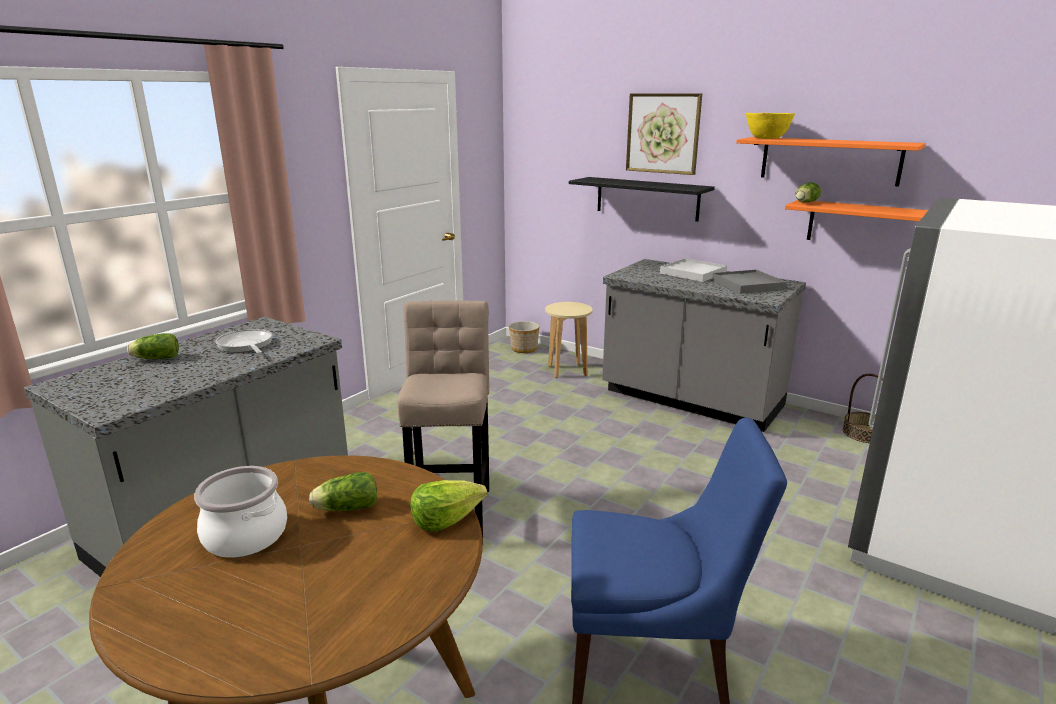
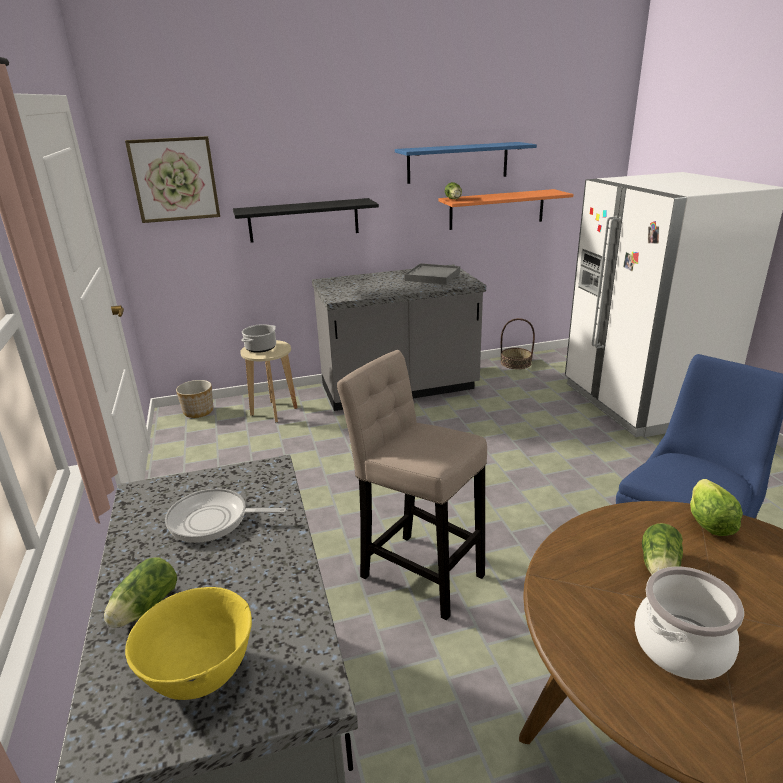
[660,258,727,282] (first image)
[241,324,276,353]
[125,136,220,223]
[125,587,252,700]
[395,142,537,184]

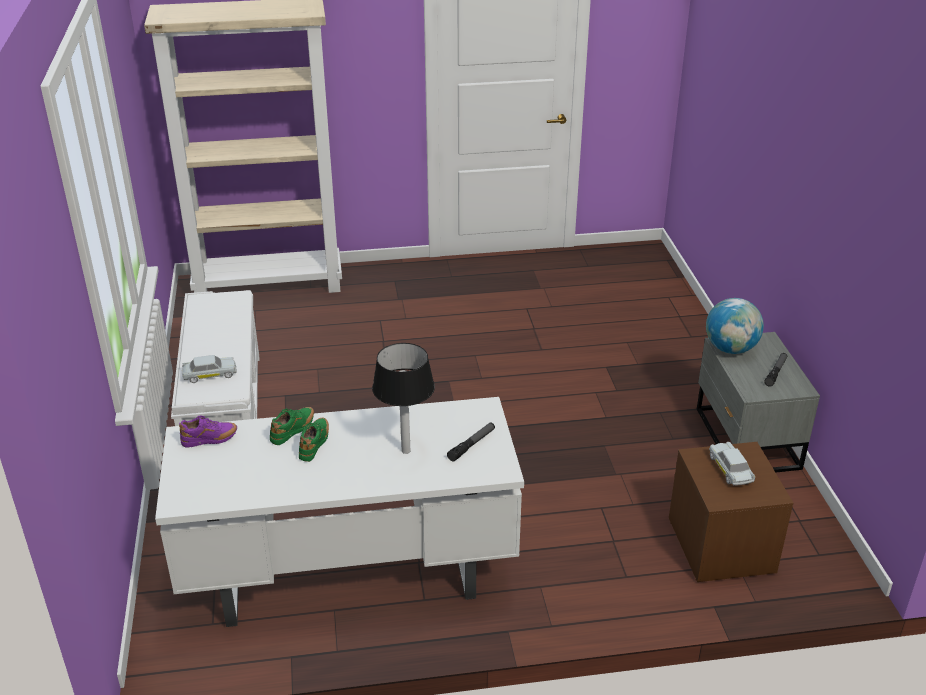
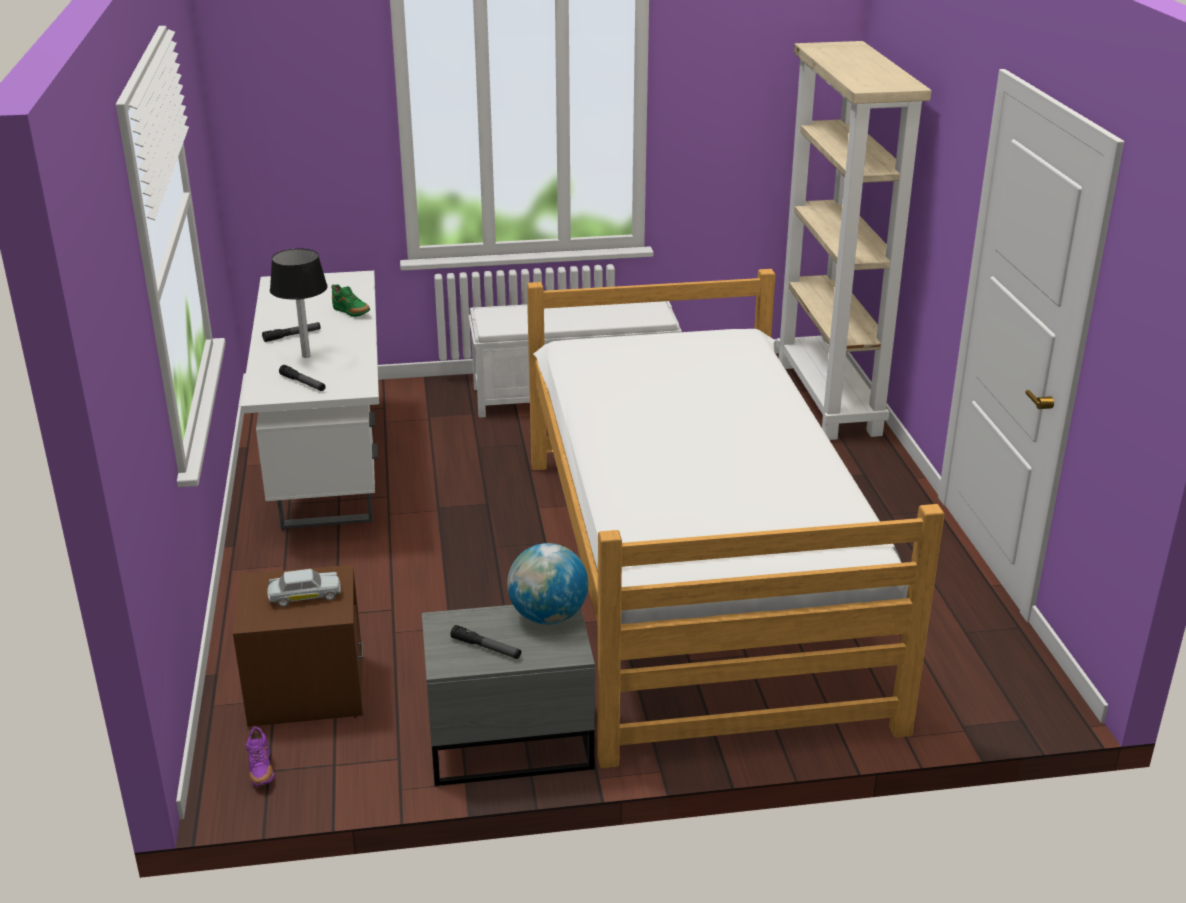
[182,355,237,383] (first image)
[299,417,329,462] (first image)
[262,322,321,342]
[527,269,945,768]
[245,726,274,786]

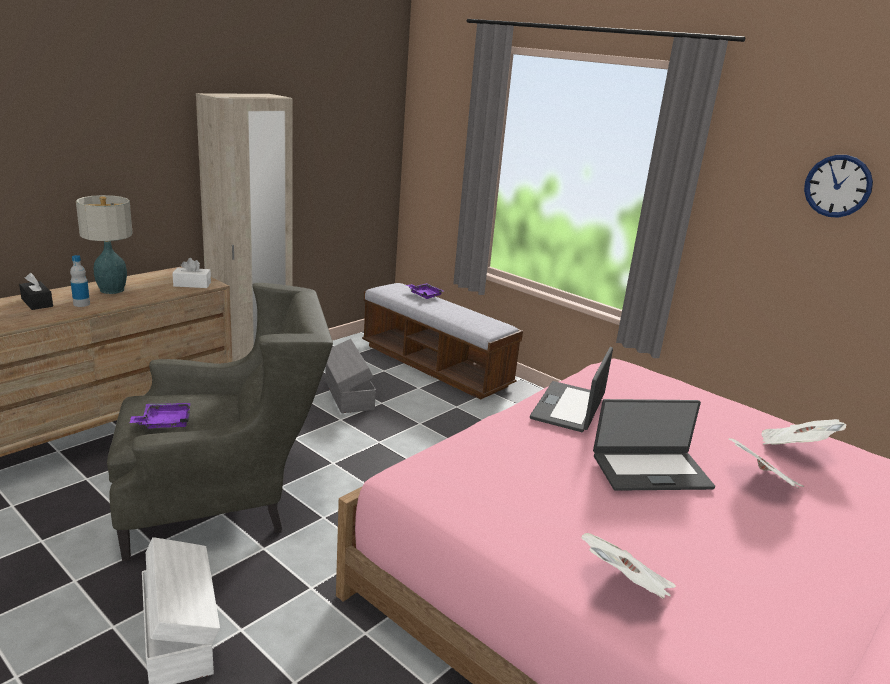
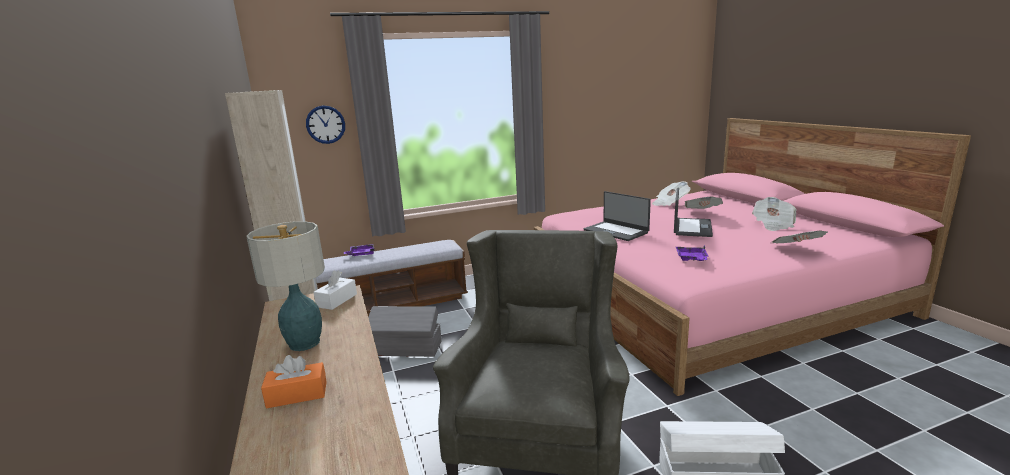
[70,255,90,307] (first image)
[752,197,797,231]
[676,245,709,261]
[306,106,345,144]
[261,355,327,409]

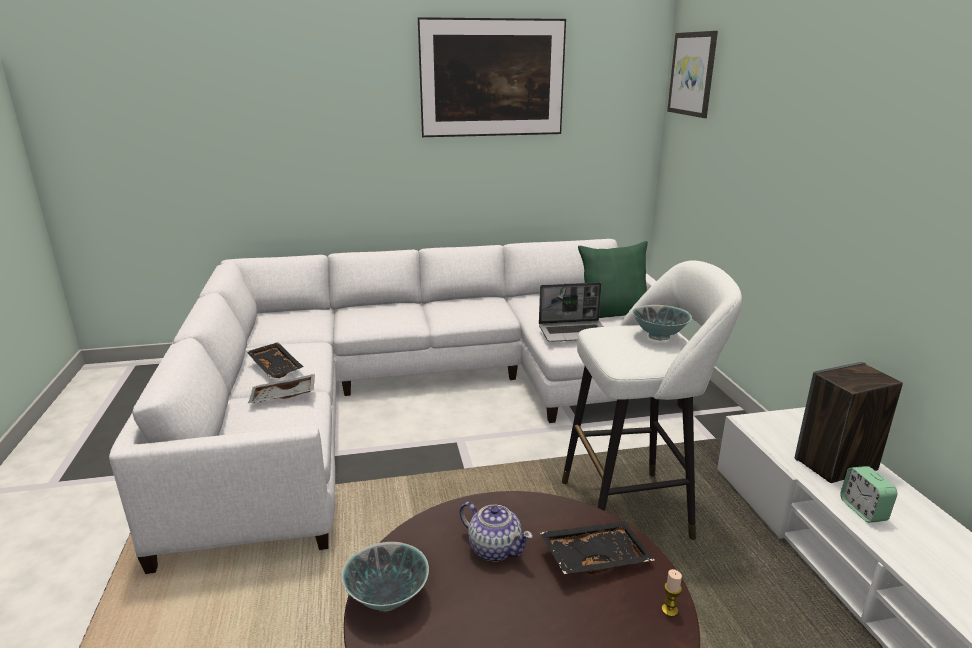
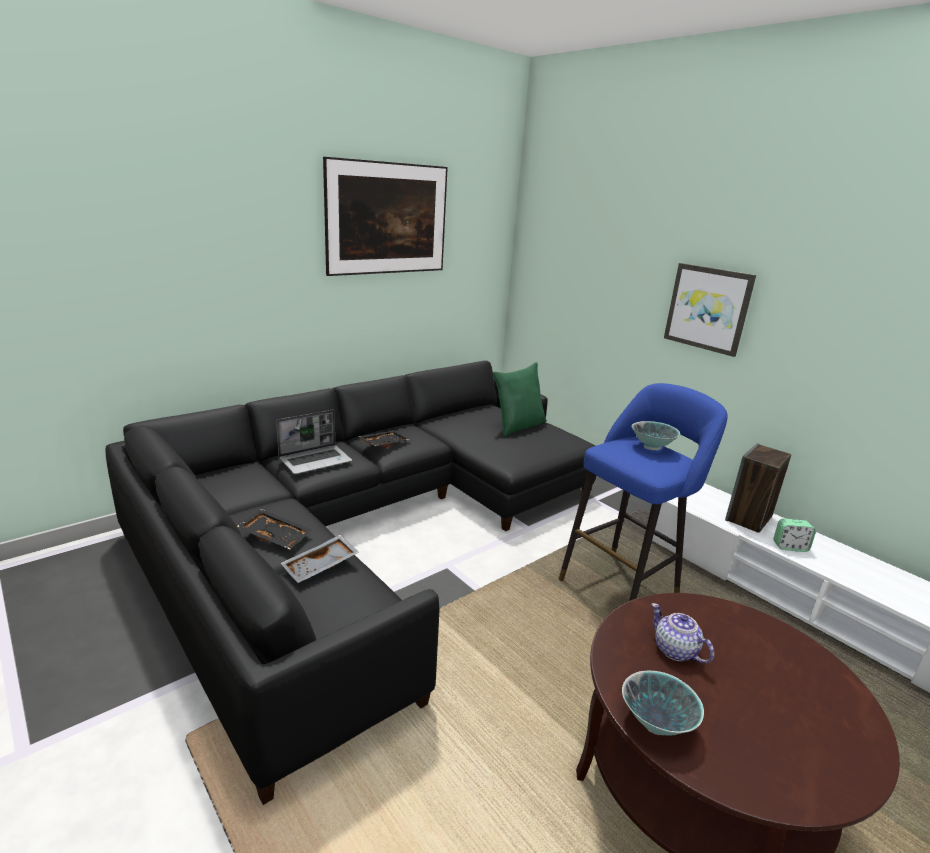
[662,569,682,617] (first image)
[276,410,352,474]
[358,430,409,448]
[664,263,756,357]
[105,360,596,805]
[558,383,727,601]
[651,603,714,664]
[773,518,816,552]

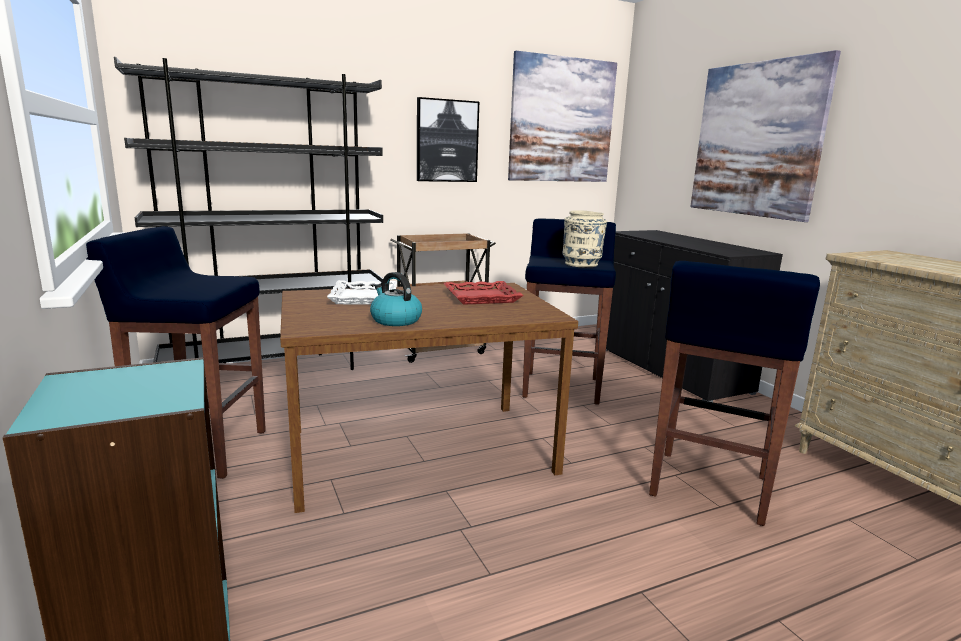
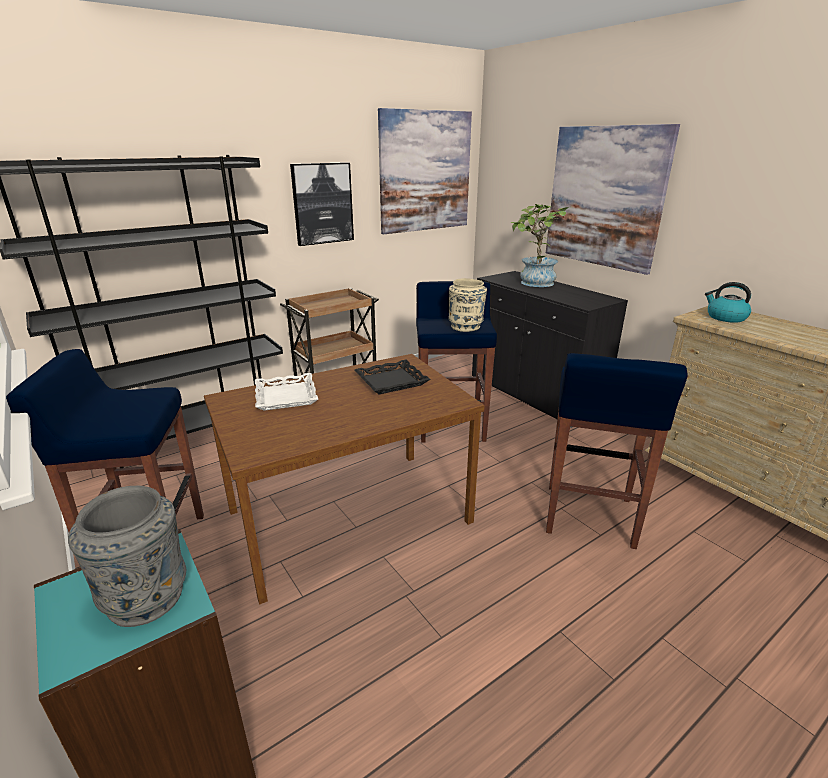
[68,486,186,627]
[511,204,569,287]
[705,282,751,323]
[354,360,431,394]

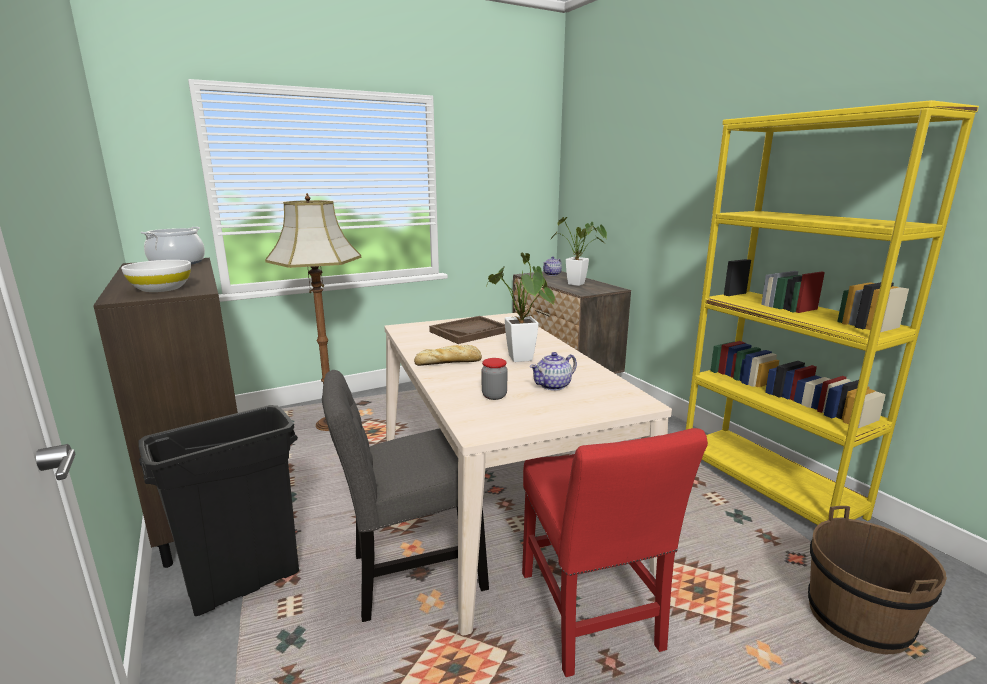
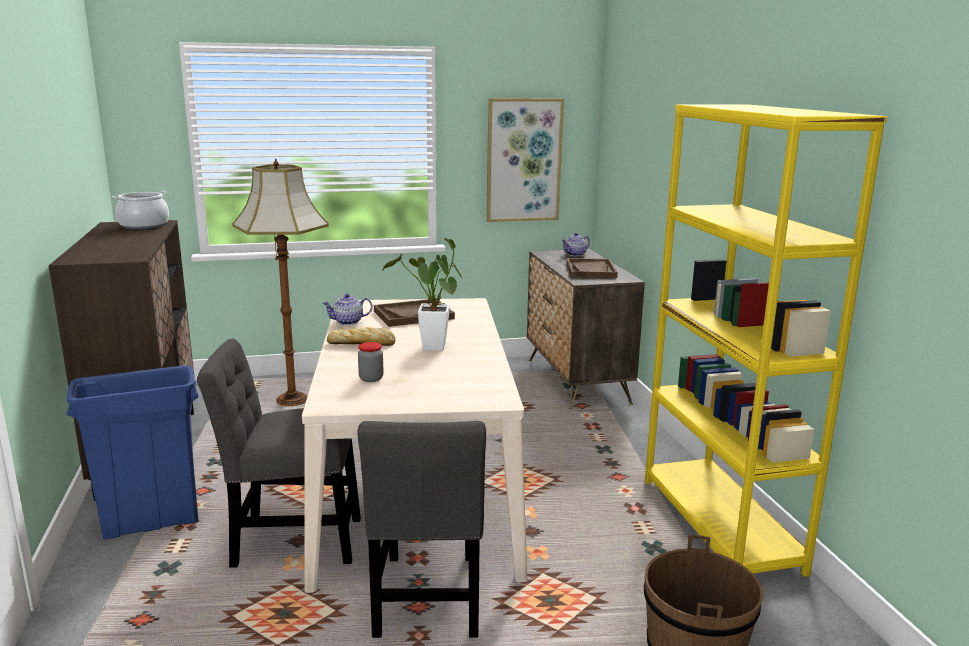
[121,260,191,292] (first image)
[486,98,564,222]
[322,294,373,325]
[566,258,618,278]
[66,365,199,540]
[358,421,486,638]

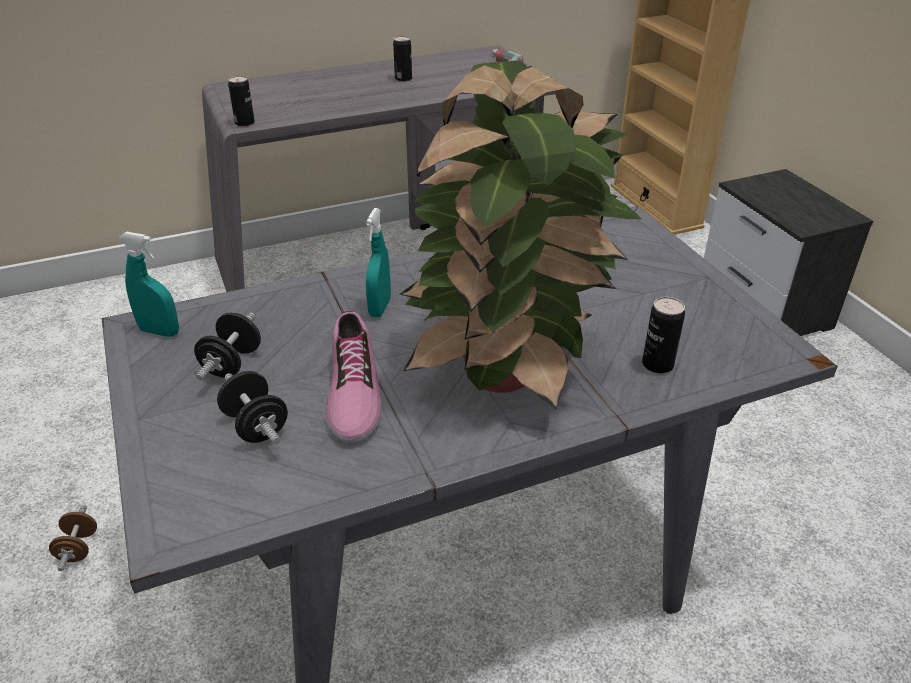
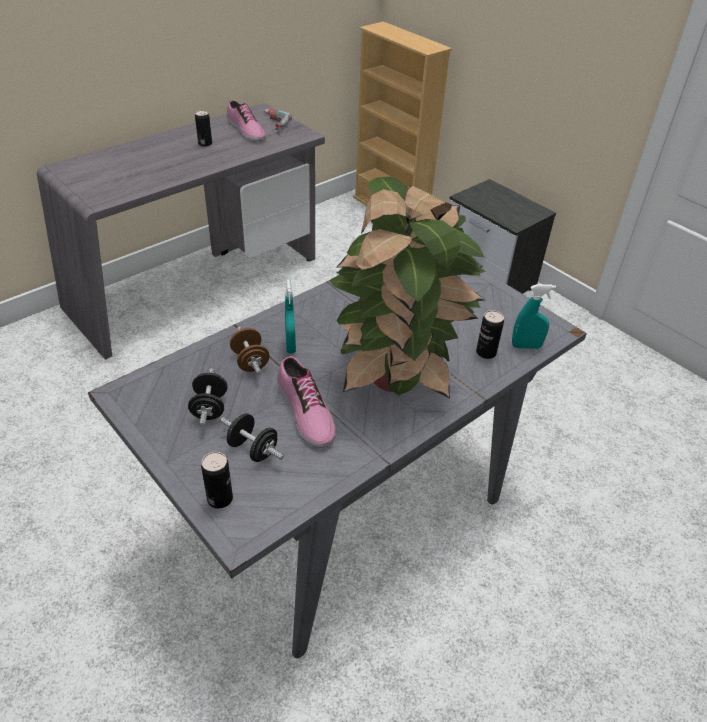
[227,100,266,141]
[230,327,269,375]
[512,284,556,349]
[201,452,233,509]

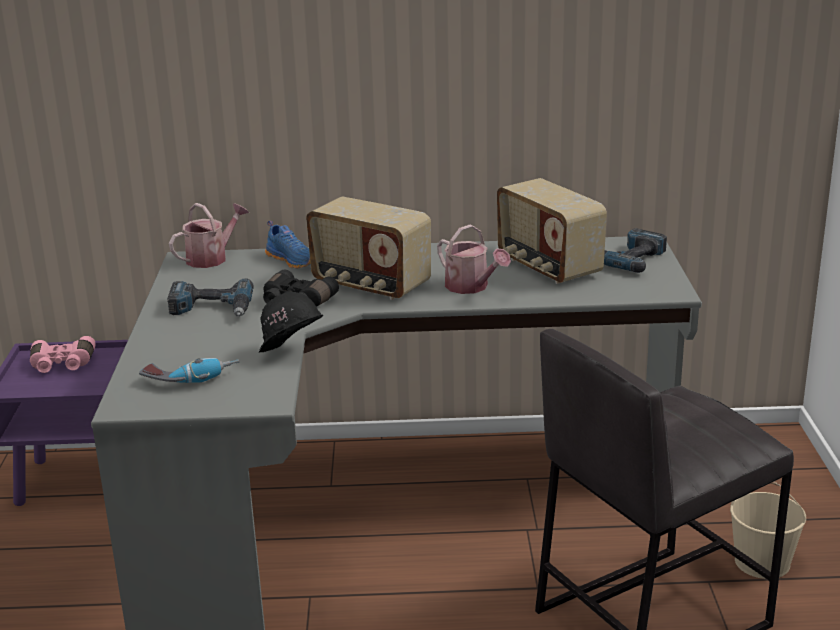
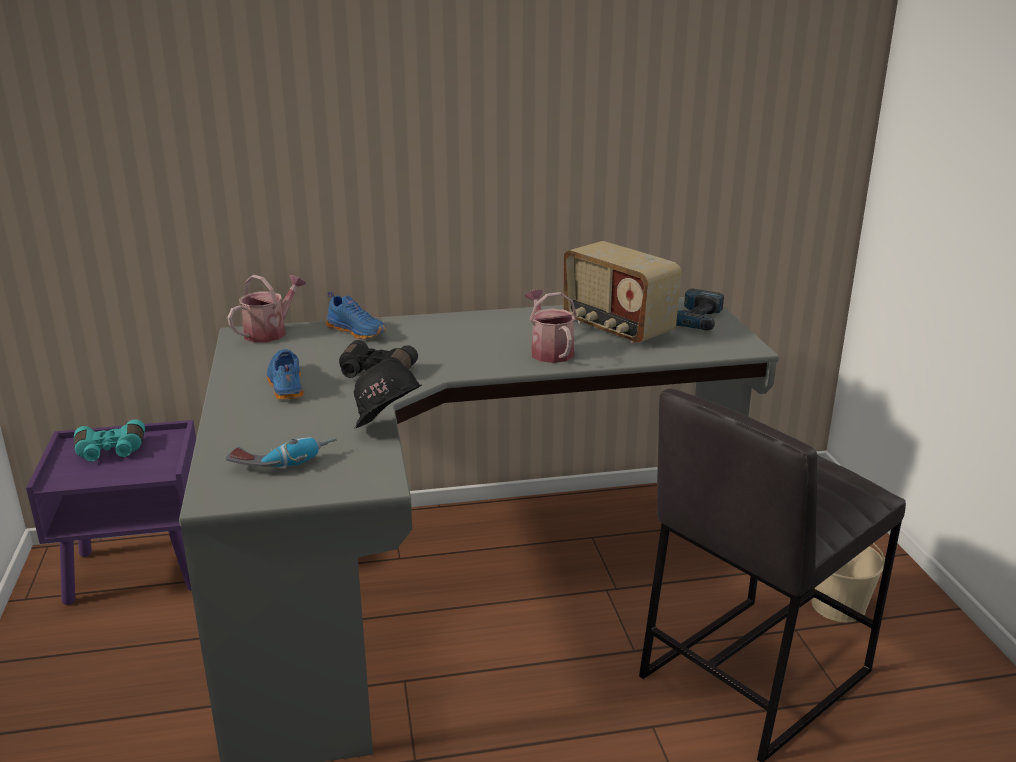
[306,196,431,300] (first image)
[267,349,304,400]
[74,419,145,461]
[525,289,577,363]

